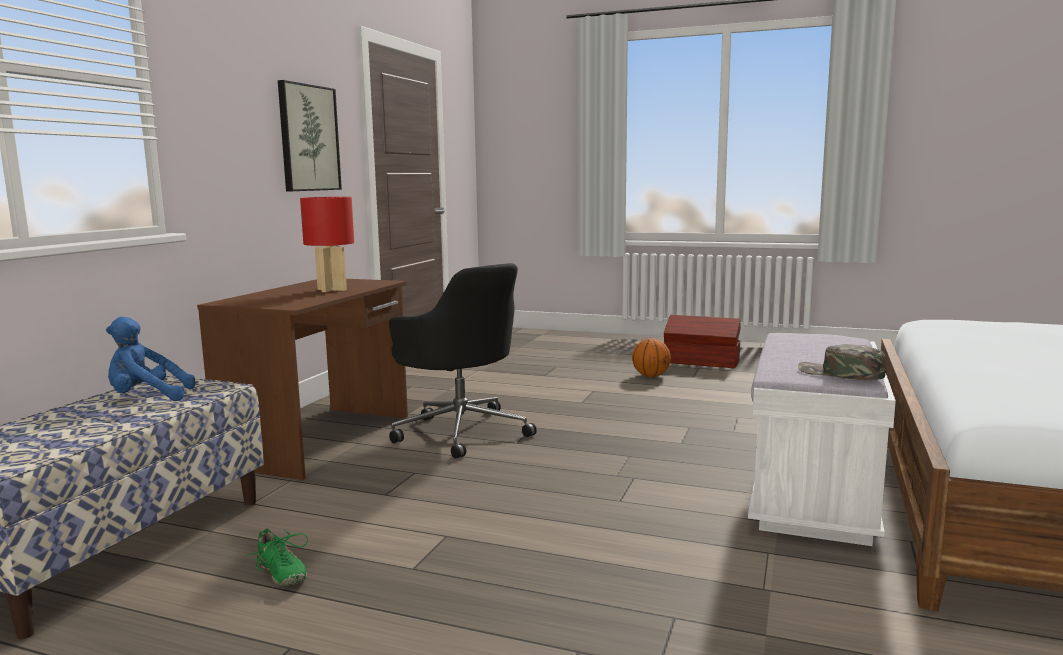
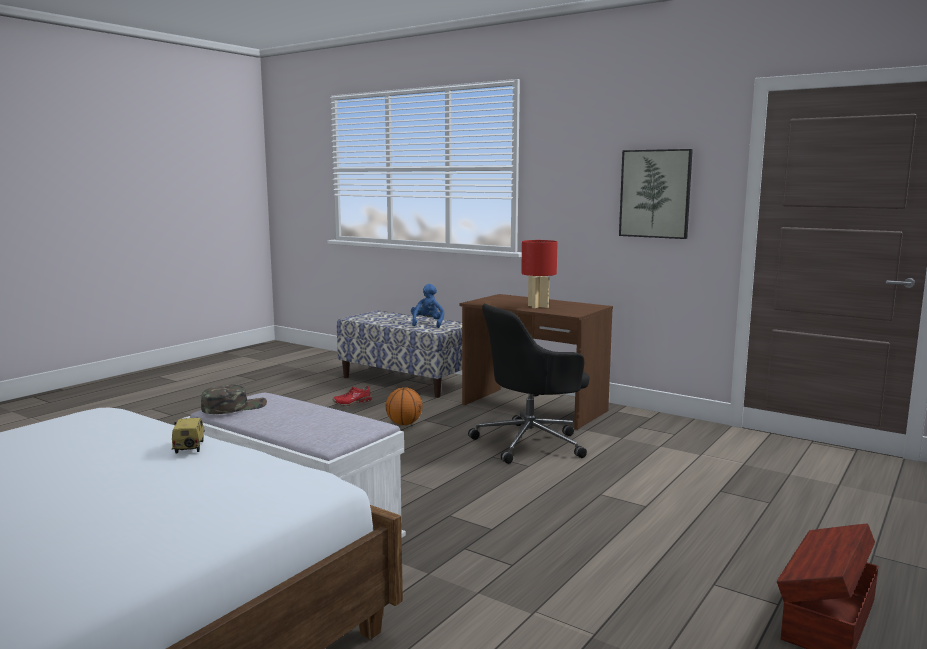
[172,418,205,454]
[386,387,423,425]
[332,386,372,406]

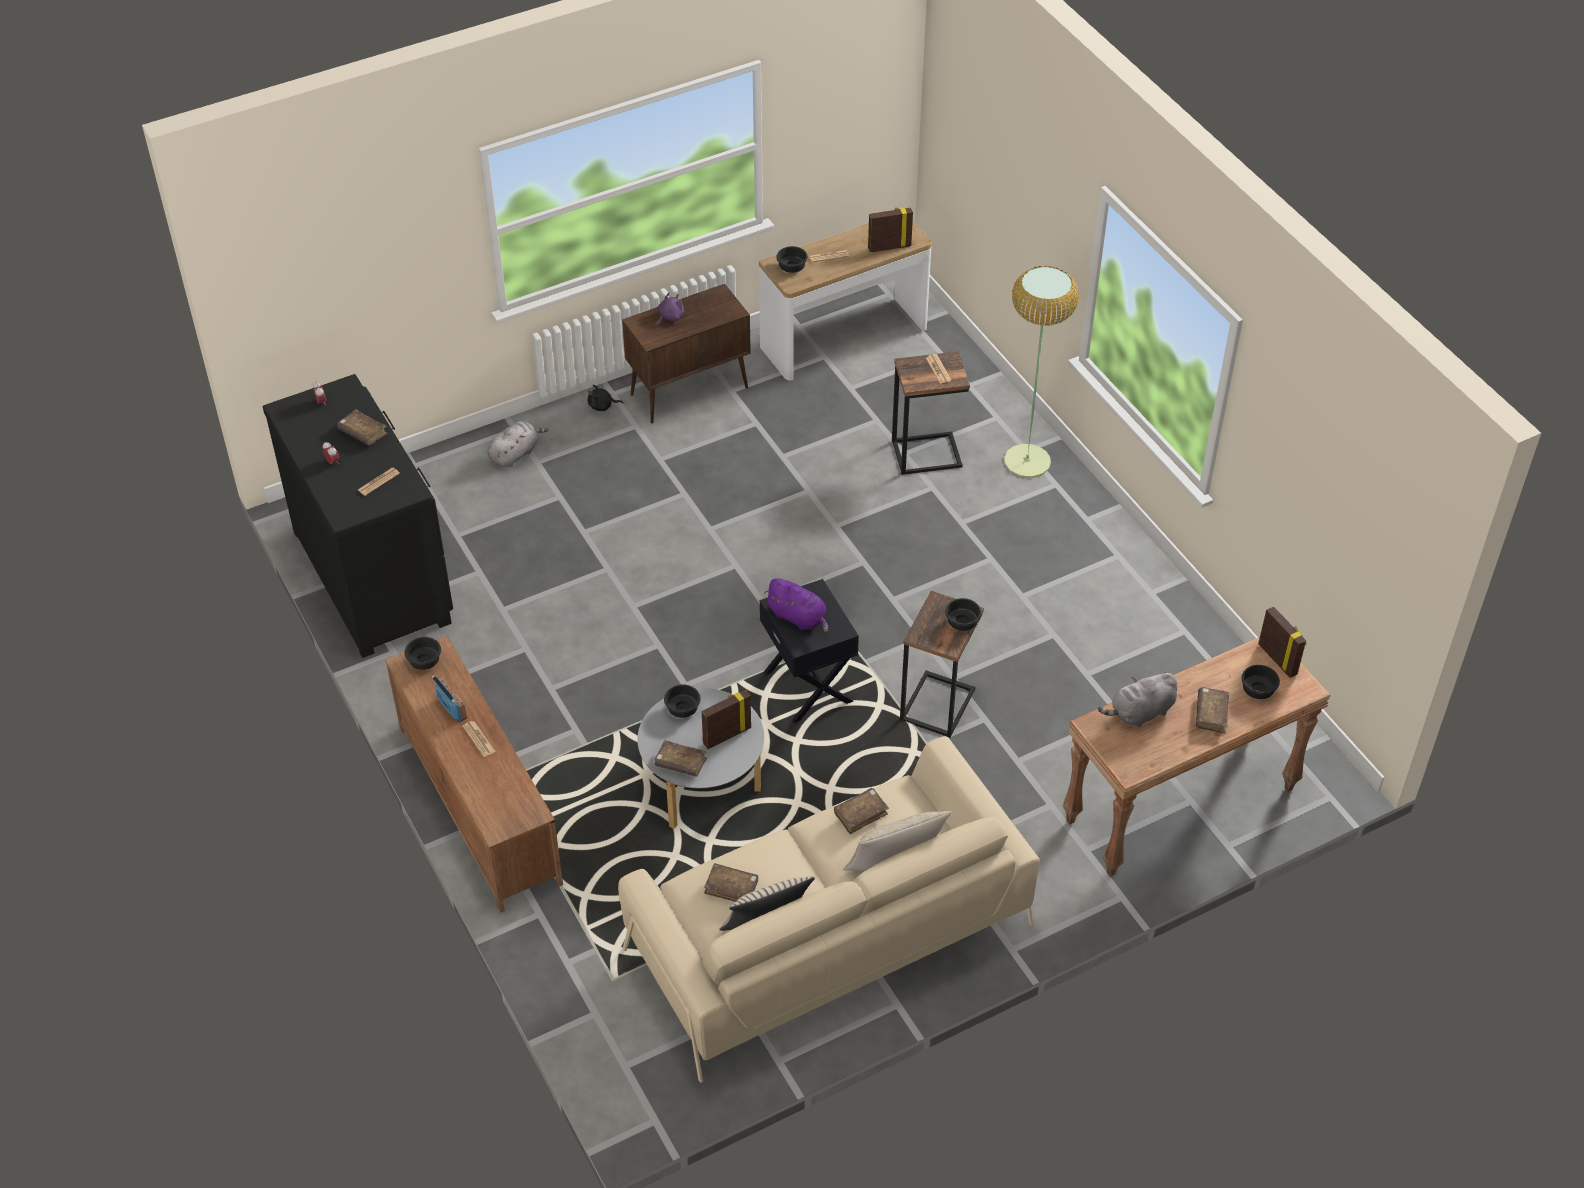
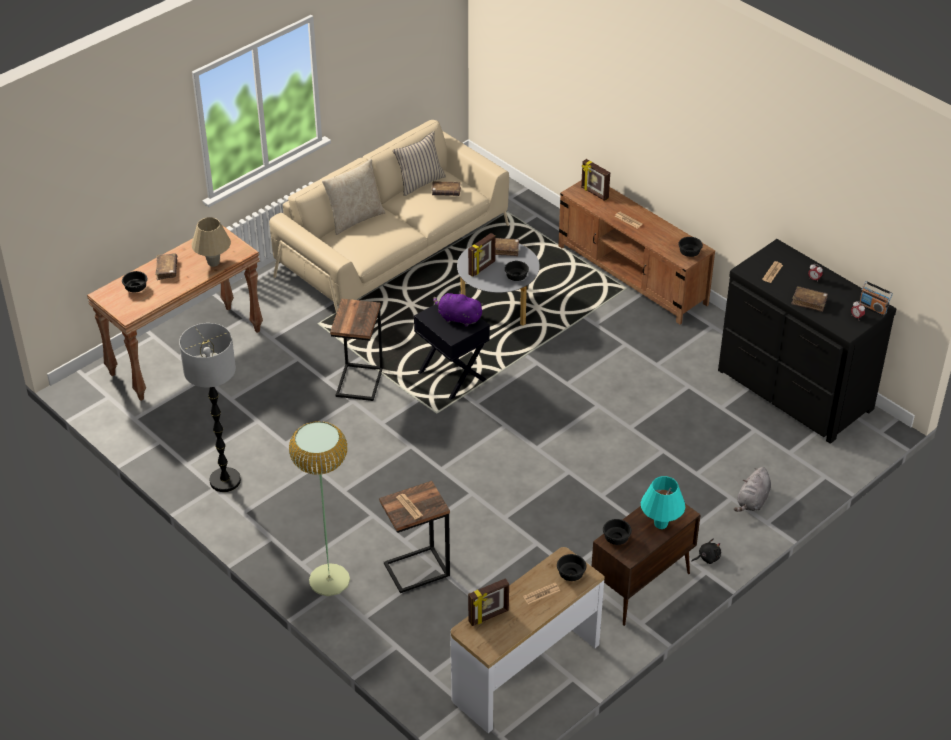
[834,788,889,834] (first image)
[179,323,241,492]
[859,281,893,316]
[603,519,632,545]
[581,159,610,201]
[641,476,685,529]
[192,217,231,267]

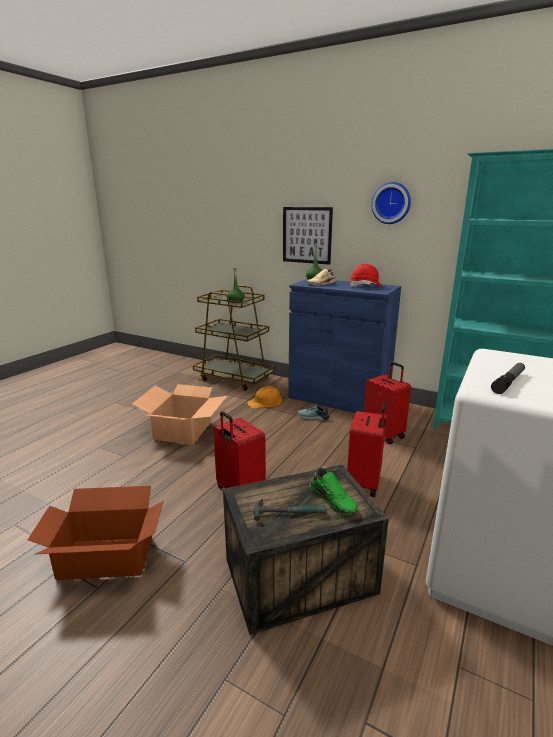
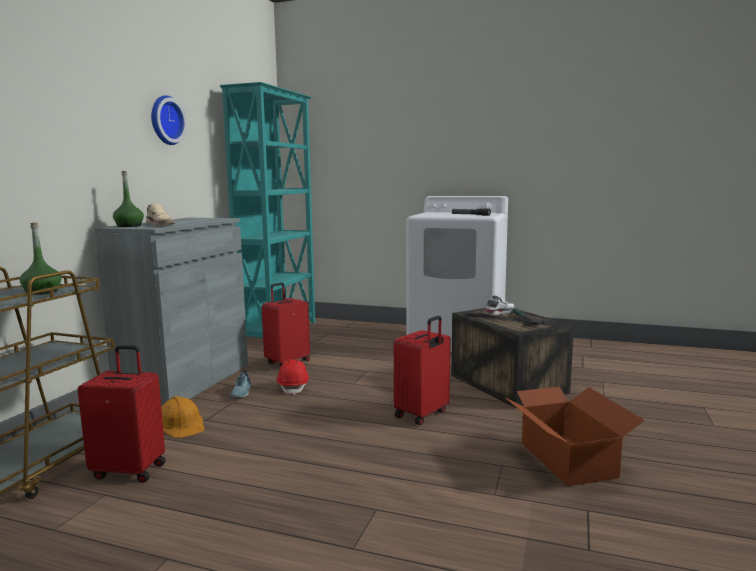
[132,384,227,445] (first image)
[283,207,333,265] (first image)
[78,345,166,483]
[277,359,309,395]
[94,218,248,406]
[484,295,514,315]

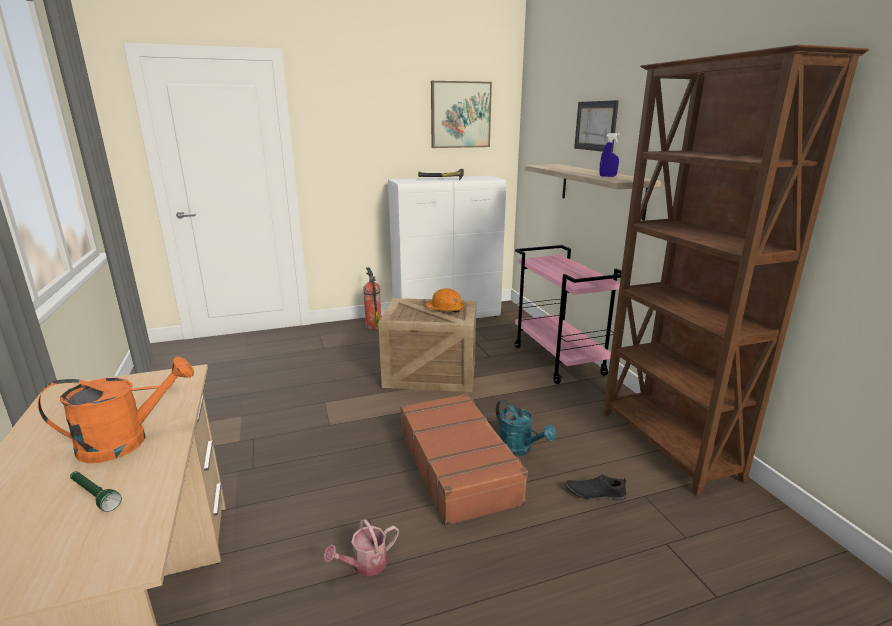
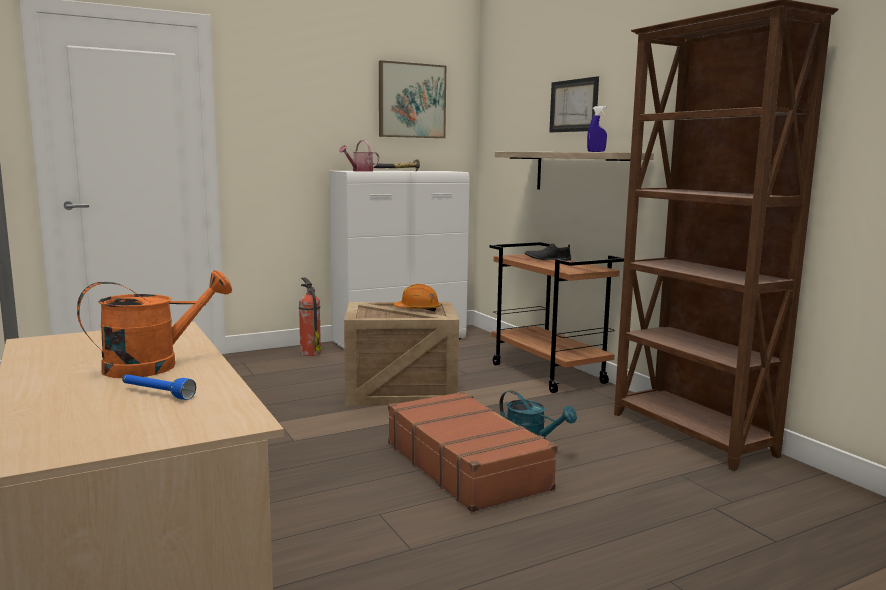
[339,140,379,172]
[525,243,571,261]
[122,374,196,400]
[489,242,624,393]

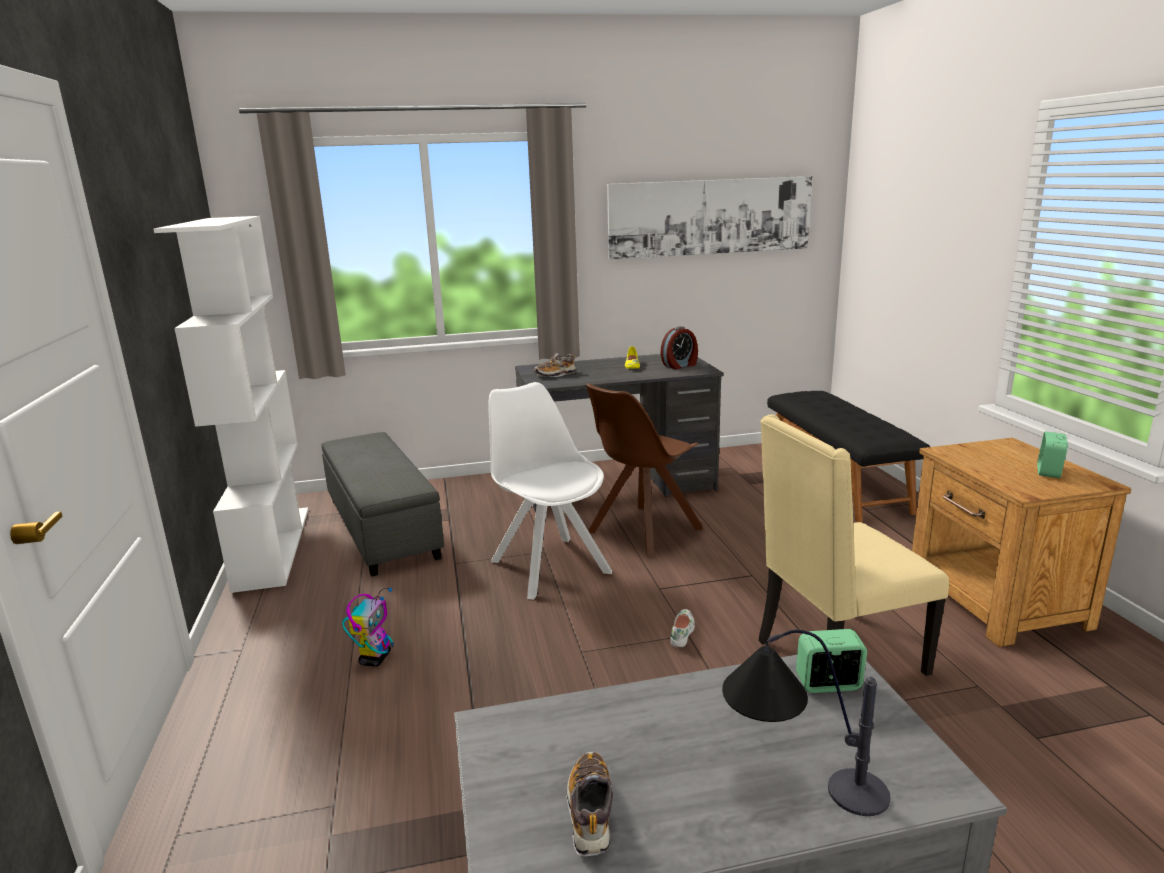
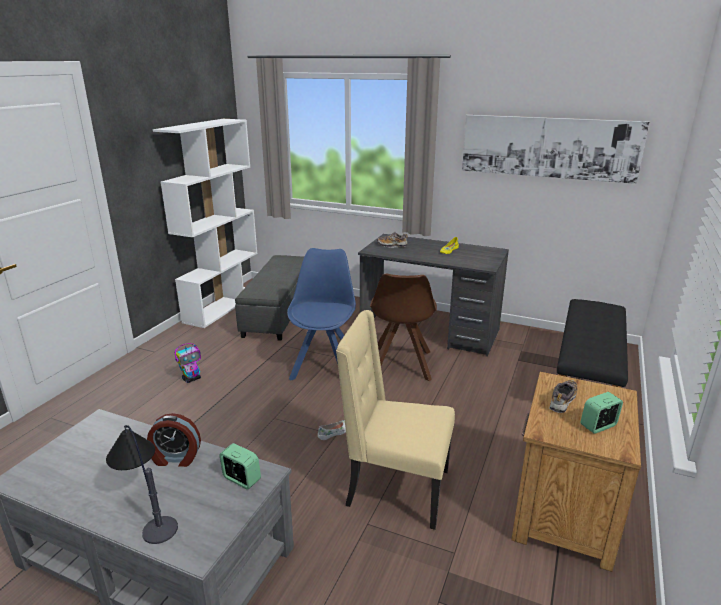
[549,380,578,413]
[147,413,201,467]
[287,248,356,381]
[370,273,437,381]

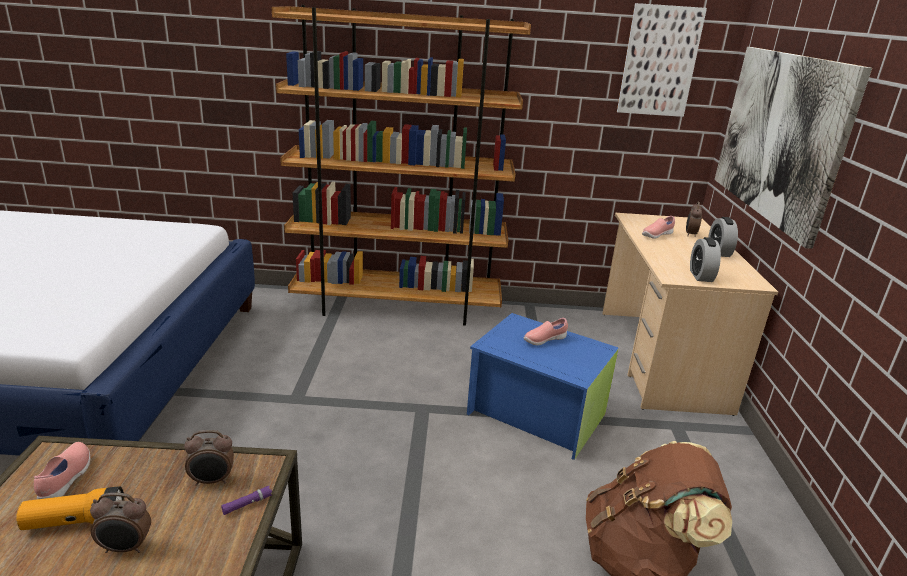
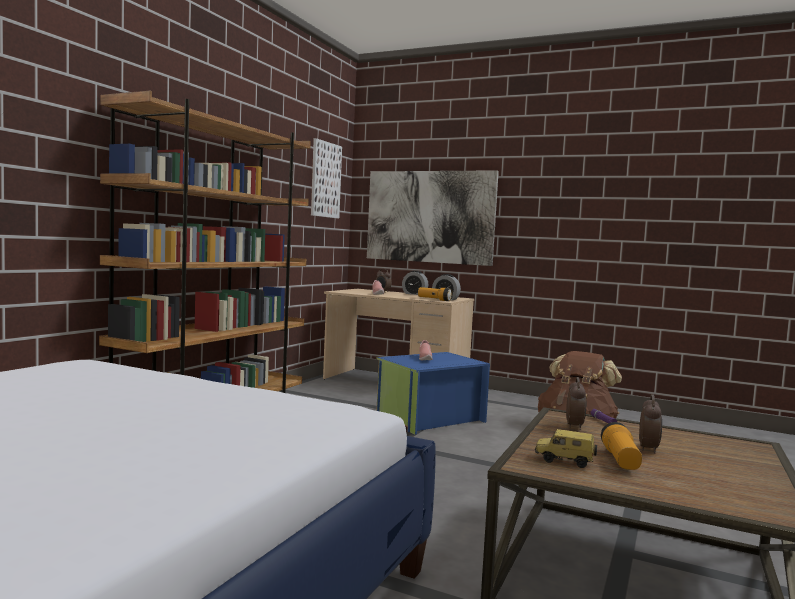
[418,287,453,301]
[535,429,597,468]

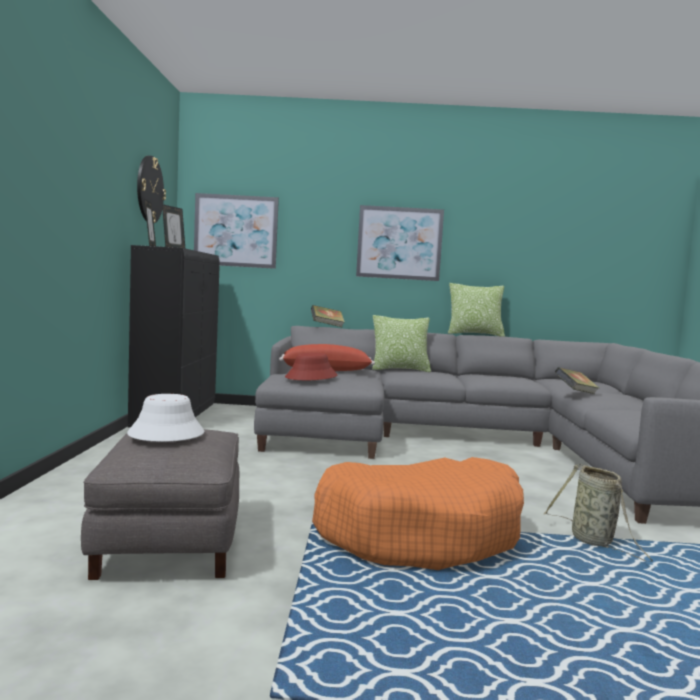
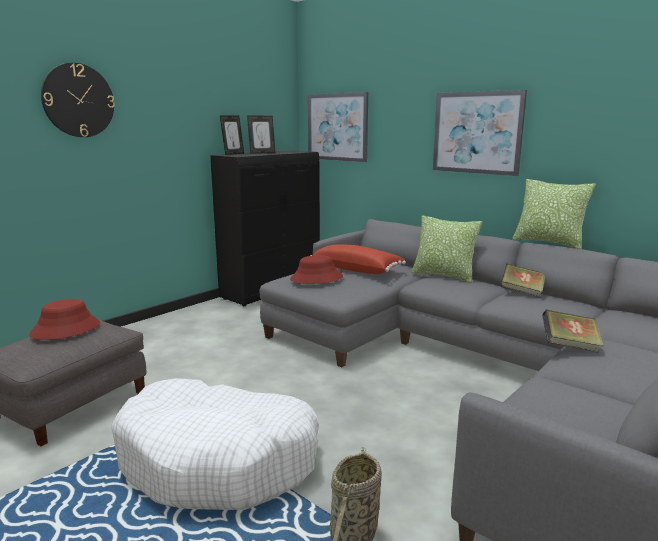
[41,63,115,137]
[500,264,545,297]
[29,299,100,340]
[111,378,319,510]

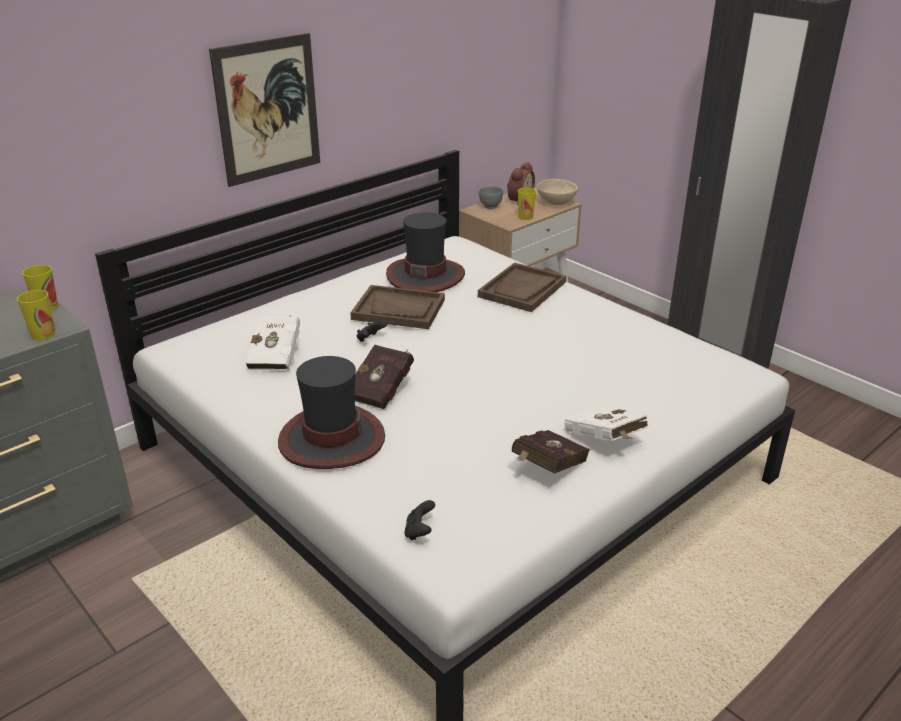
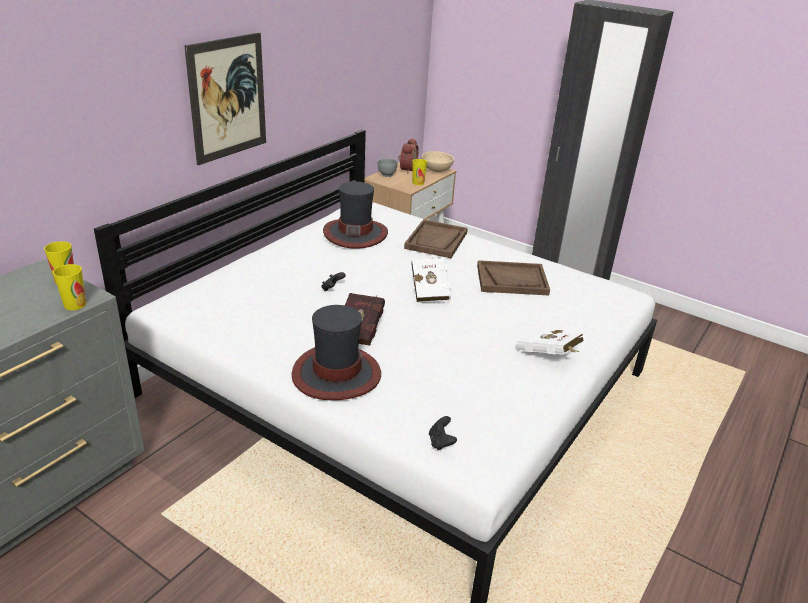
[512,430,590,474] (first image)
[411,257,451,303]
[477,260,550,295]

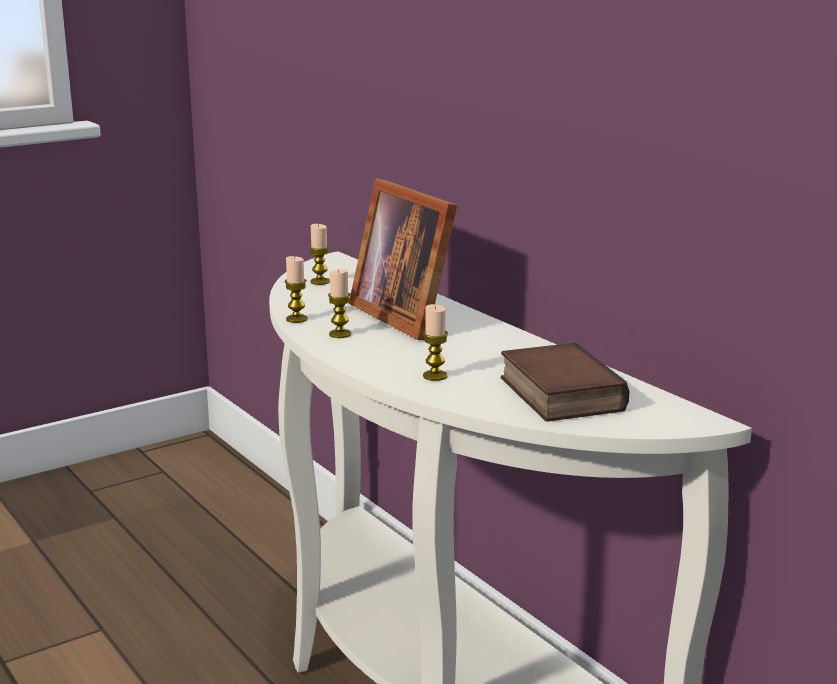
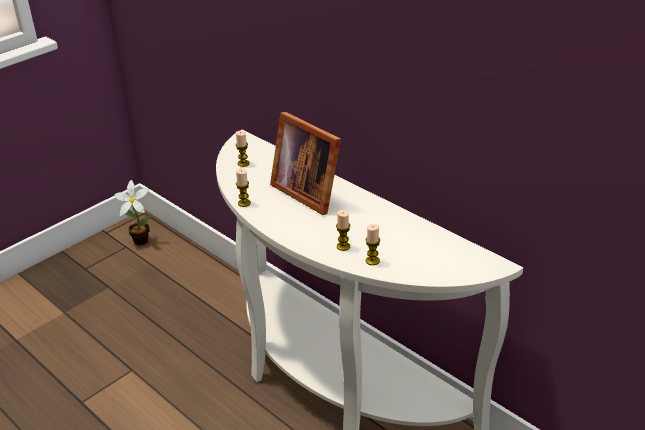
[501,343,630,422] (first image)
[114,180,153,246]
[366,224,380,265]

